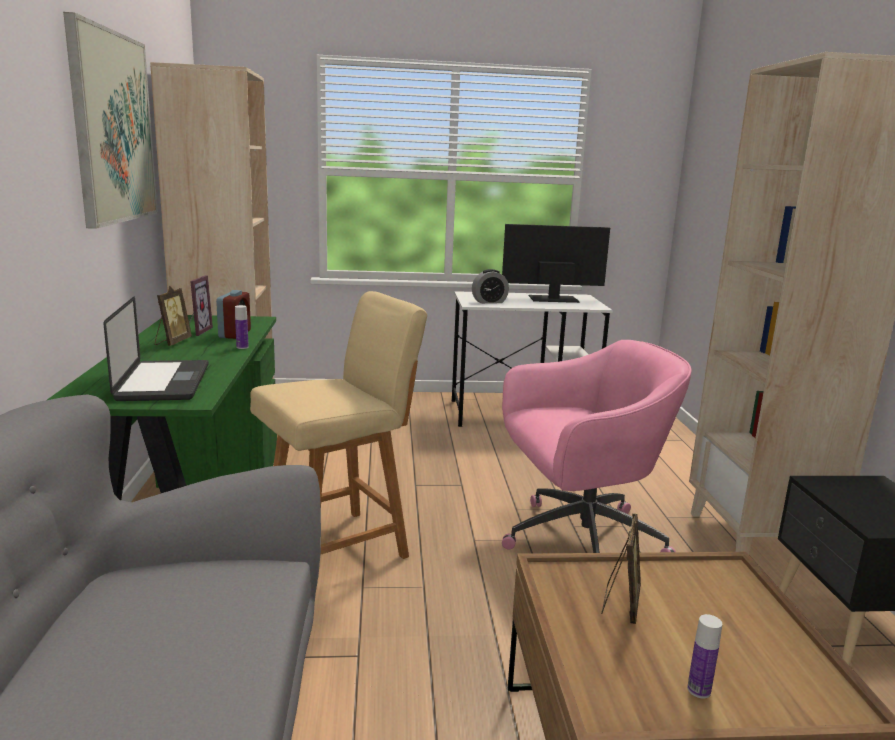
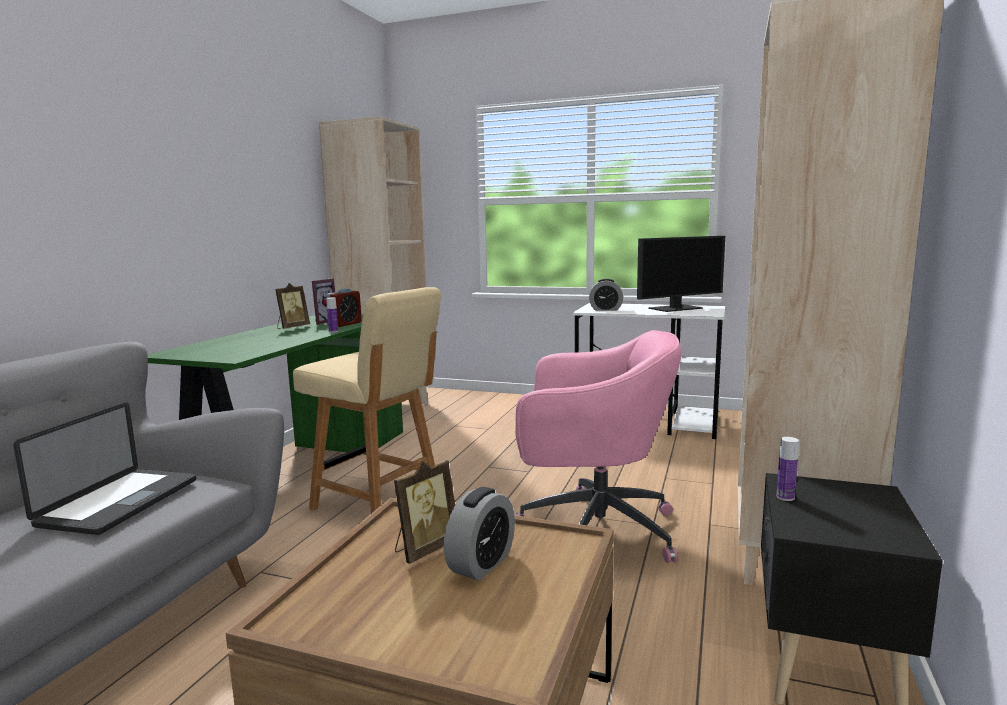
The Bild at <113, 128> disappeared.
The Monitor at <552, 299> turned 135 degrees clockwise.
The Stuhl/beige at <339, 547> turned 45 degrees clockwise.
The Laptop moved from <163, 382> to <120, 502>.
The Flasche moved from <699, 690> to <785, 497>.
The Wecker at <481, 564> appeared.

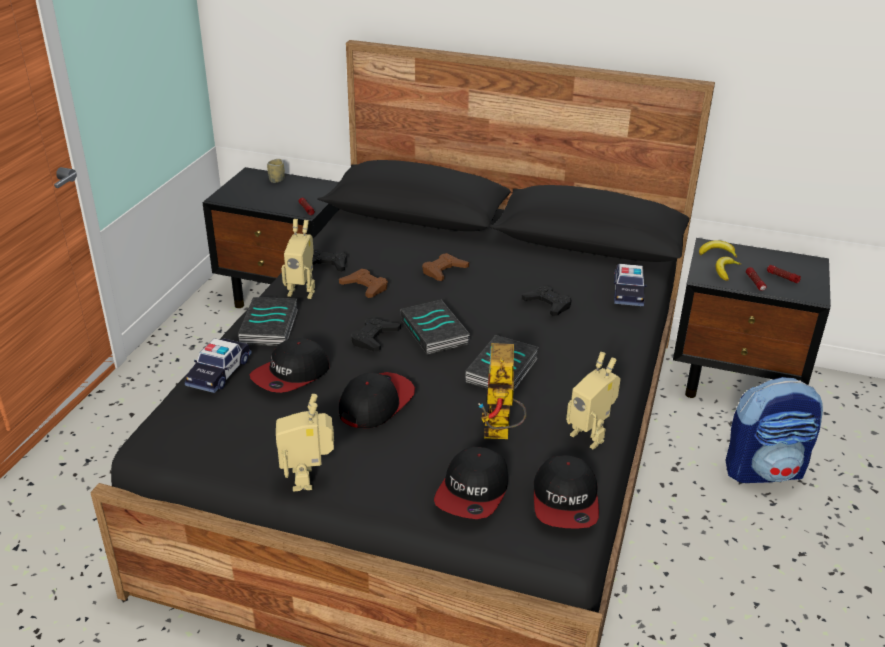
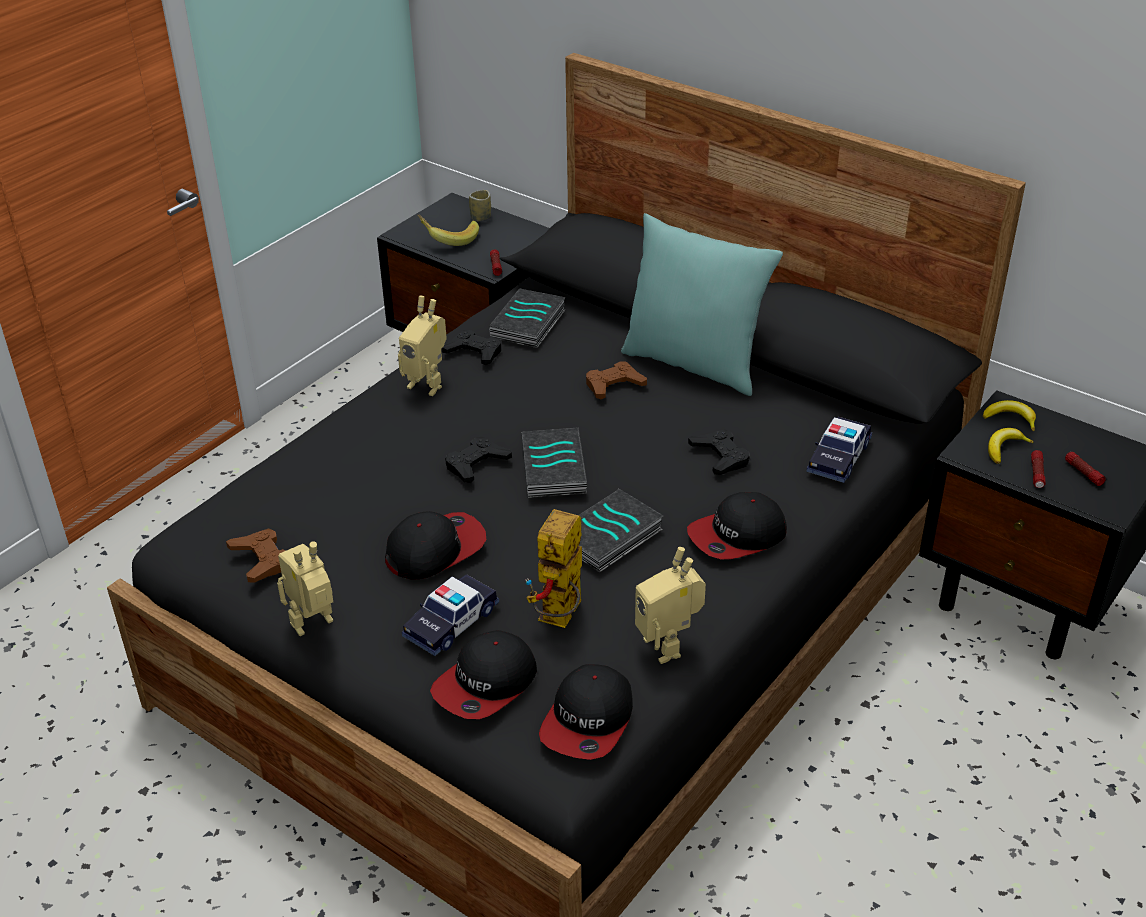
The Gamepad/braun moved from <365, 287> to <261, 560>.
The Buch moved from <270, 327> to <529, 325>.
The Spielzeugauto moved from <219, 372> to <451, 623>.
The Kappe moved from <291, 374> to <737, 536>.
The Rucksack at <764, 470> disappeared.
The Spielzeugroboter at <308, 479> turned 45 degrees clockwise.
The Kissen/türkis at <694, 364> appeared.
The Banane at <449, 239> appeared.

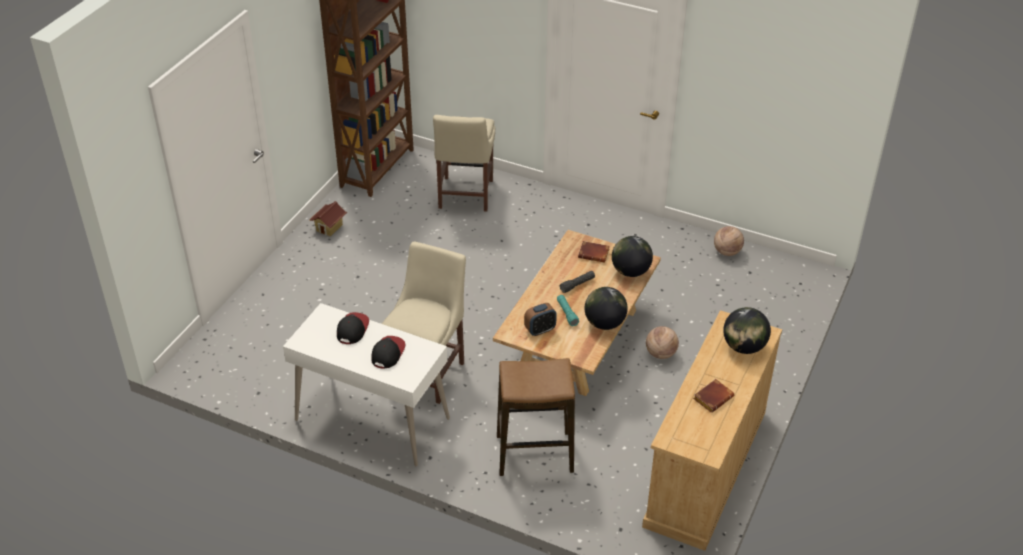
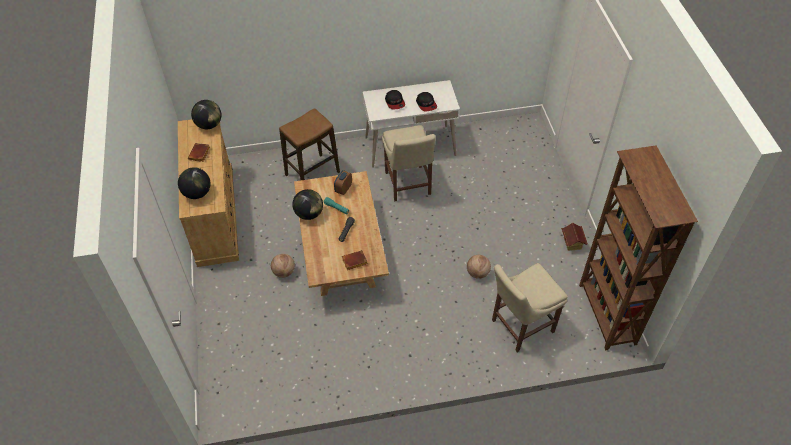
The Stuhl/beige at <465, 196> turned 90 degrees counterclockwise.
The Basketball moved from <727, 252> to <477, 273>.
The Globus moved from <630, 271> to <209, 125>.

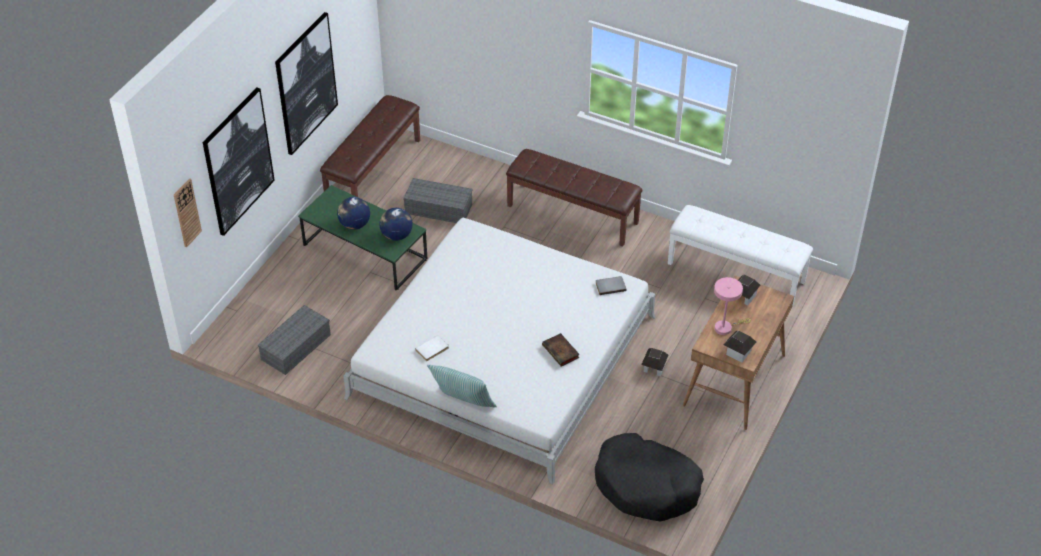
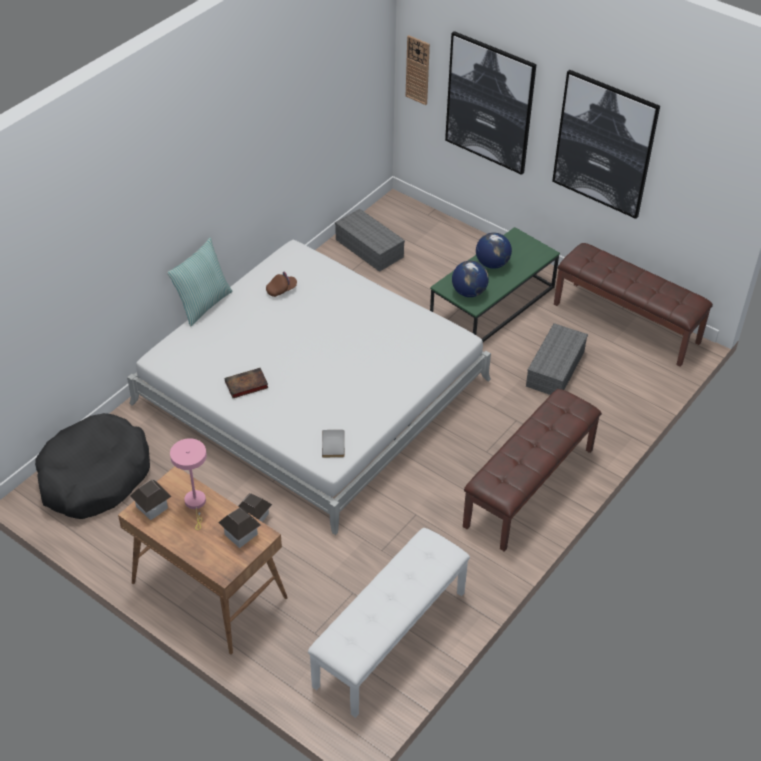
The Buch/weiß at <432, 349> was replaced by the Kappe/braun at <281, 290>.

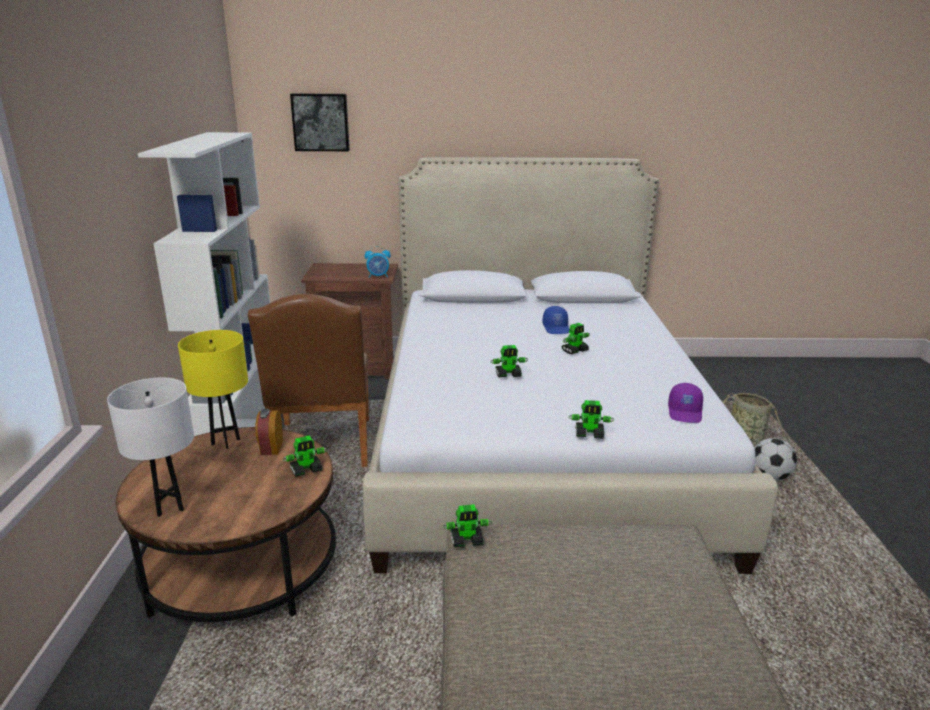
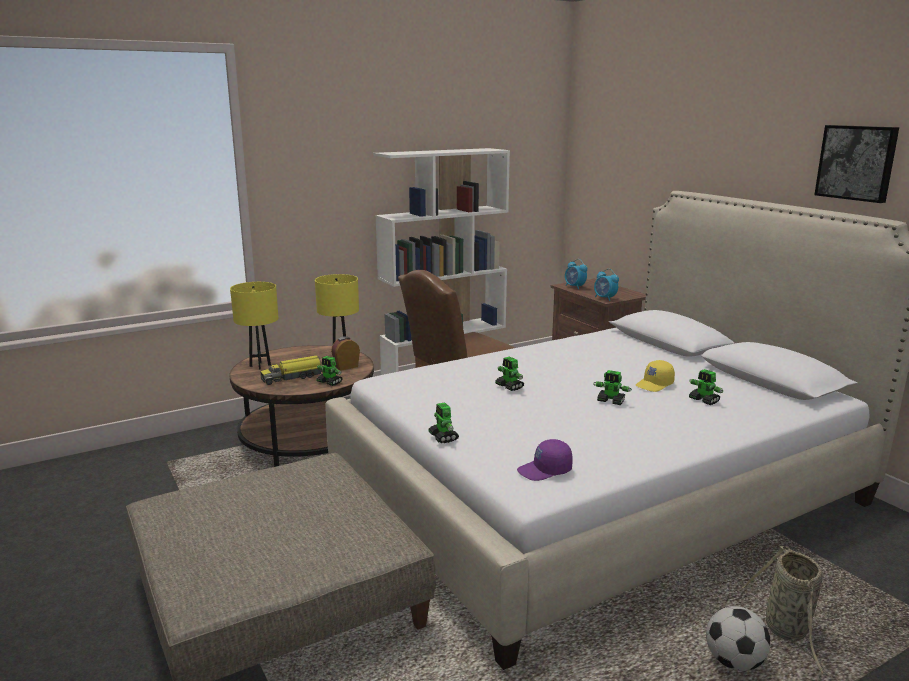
The Bild moved from <321, 122> to <857, 162>.
The Kappe/blau at <556, 328> became the Kappe/gelb at <655, 385>.
The Tischlampe/weiß at <170, 507> became the Tischlampe/gelb at <260, 365>.
The Spielzeugroboter moved from <467, 541> to <704, 400>.
The Wecker at <575, 287> appeared.
The Spielzeuglaster at <293, 377> appeared.

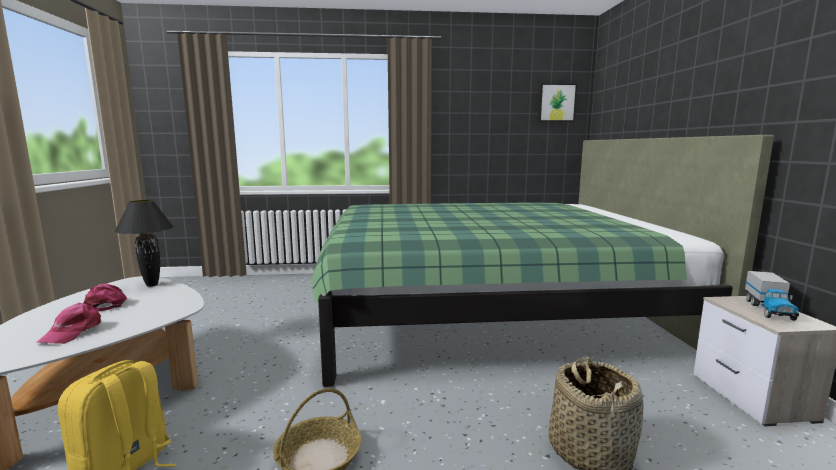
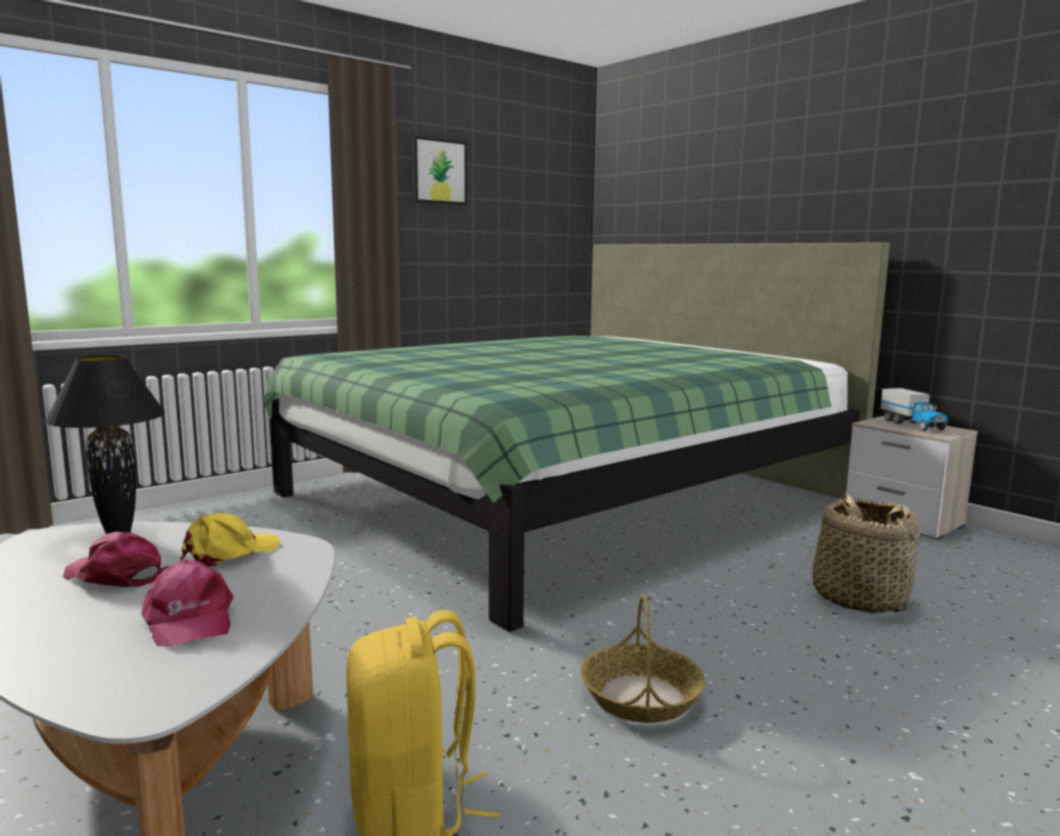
The Bild moved from <556, 103> to <438, 171>.
The Kappe/gelb at <228, 554> appeared.

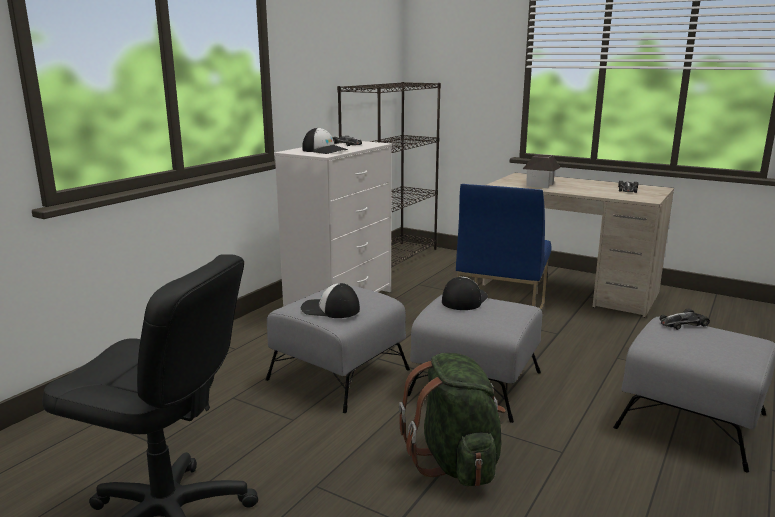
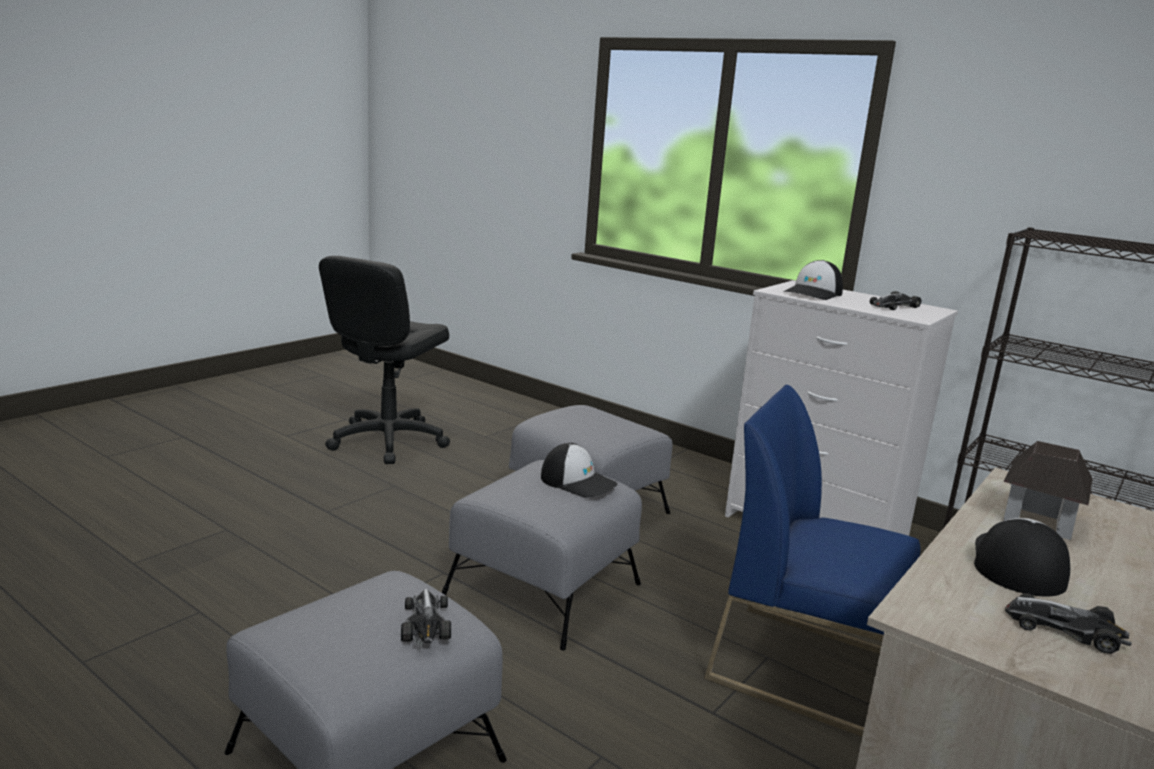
The Kappe moved from <330, 309> to <1017, 564>.
The Rucksack/grün at <456, 462> disappeared.

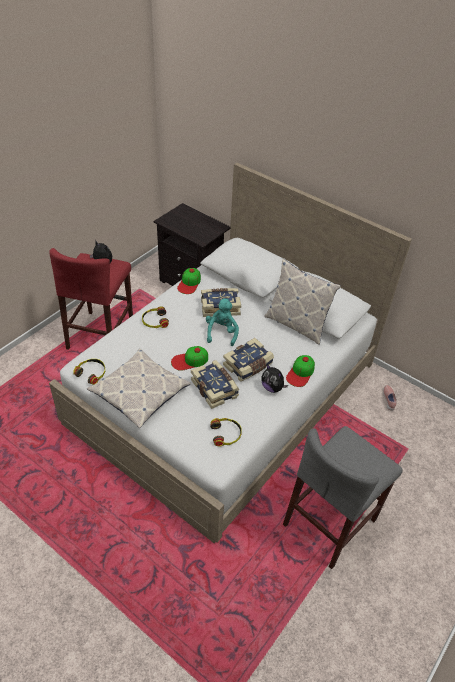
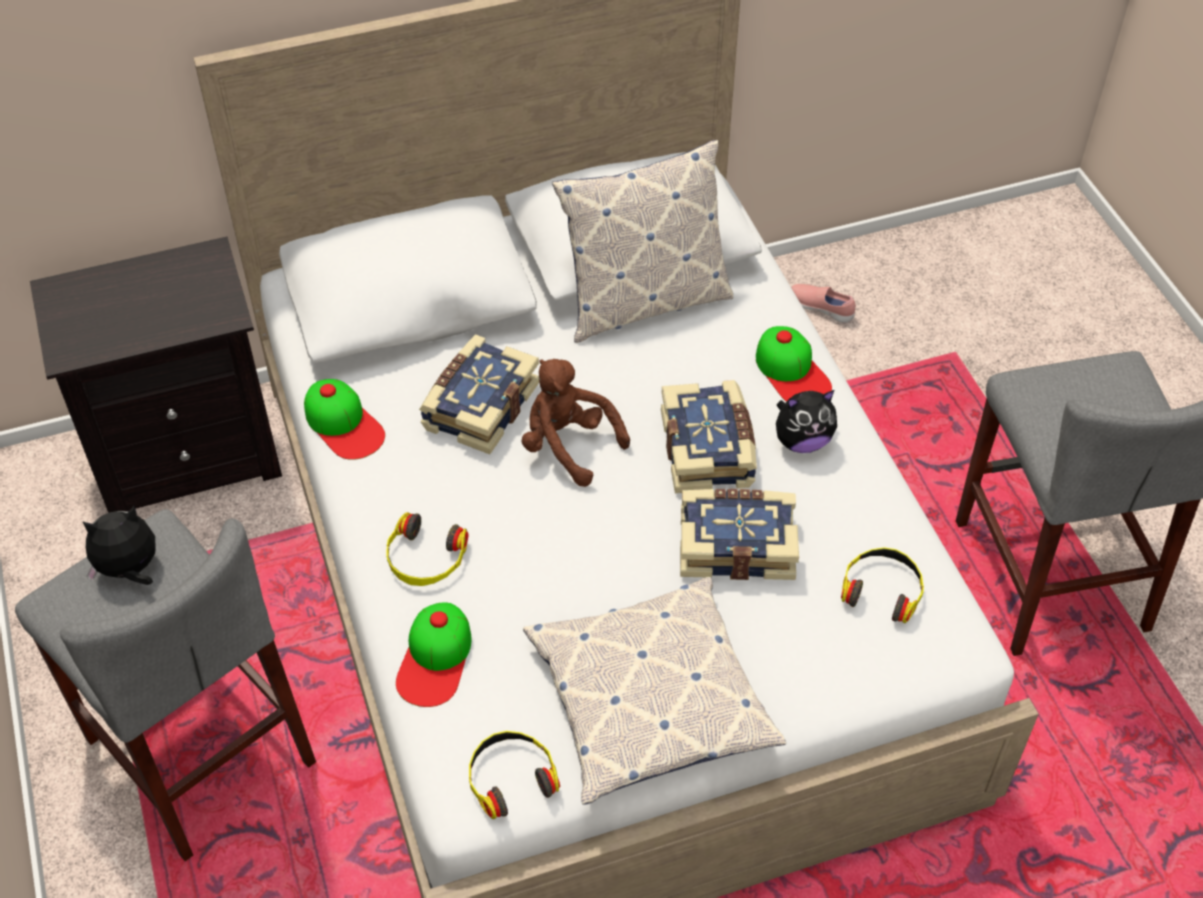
The Hocker/rot at <101, 334> became the Hocker/grau at <200, 750>.
The Plüschtier/türkis at <221, 332> became the Plüschtier/braun at <568, 445>.
The Kappe moved from <189, 360> to <435, 659>.

